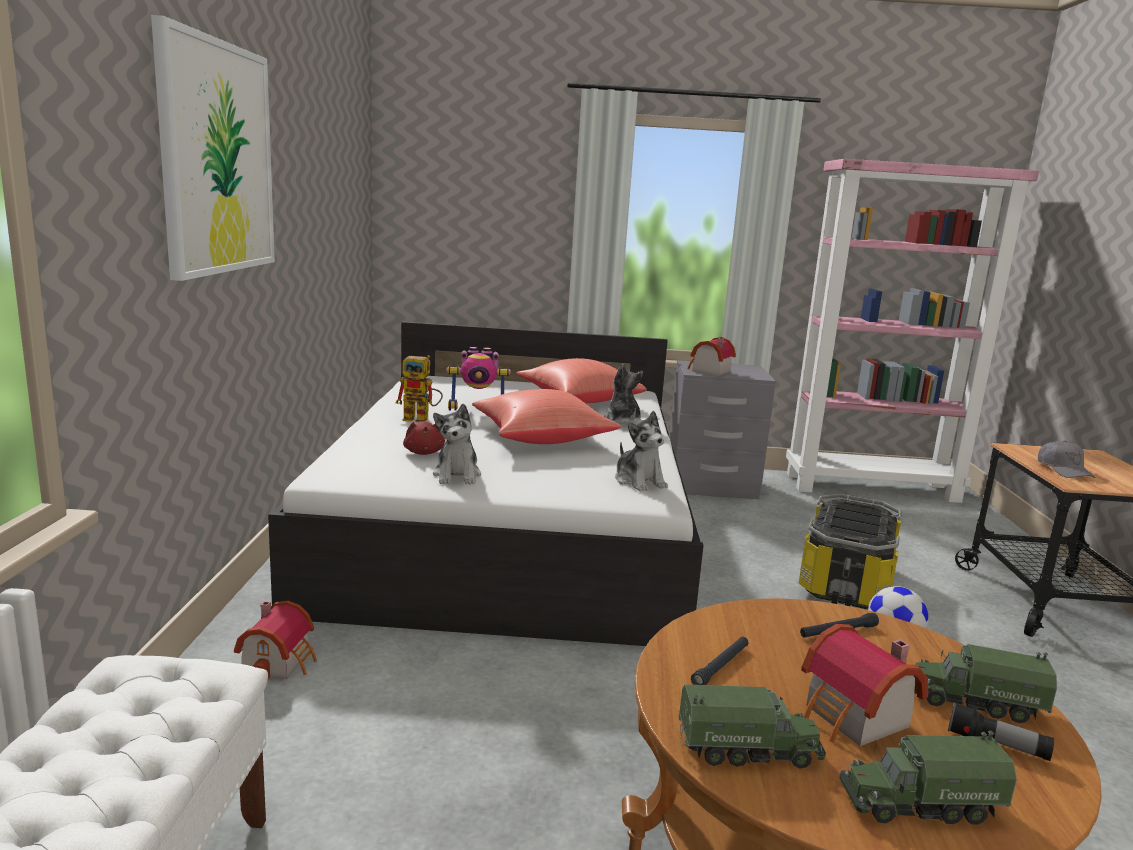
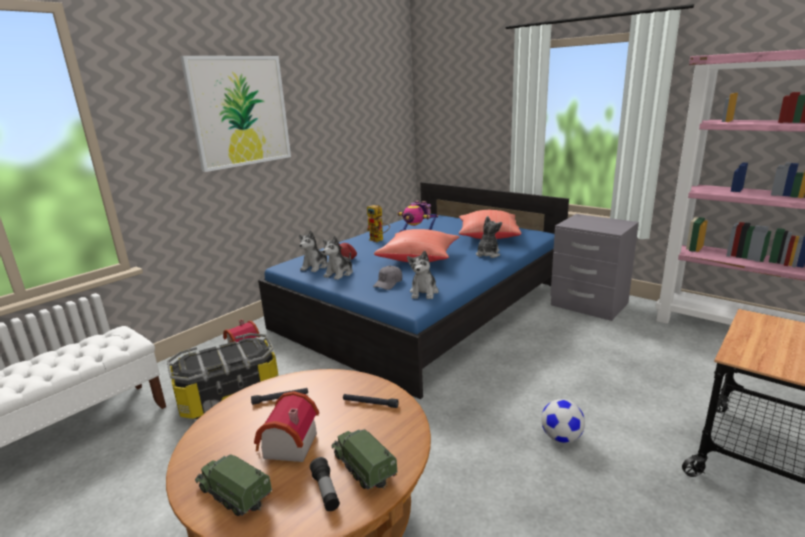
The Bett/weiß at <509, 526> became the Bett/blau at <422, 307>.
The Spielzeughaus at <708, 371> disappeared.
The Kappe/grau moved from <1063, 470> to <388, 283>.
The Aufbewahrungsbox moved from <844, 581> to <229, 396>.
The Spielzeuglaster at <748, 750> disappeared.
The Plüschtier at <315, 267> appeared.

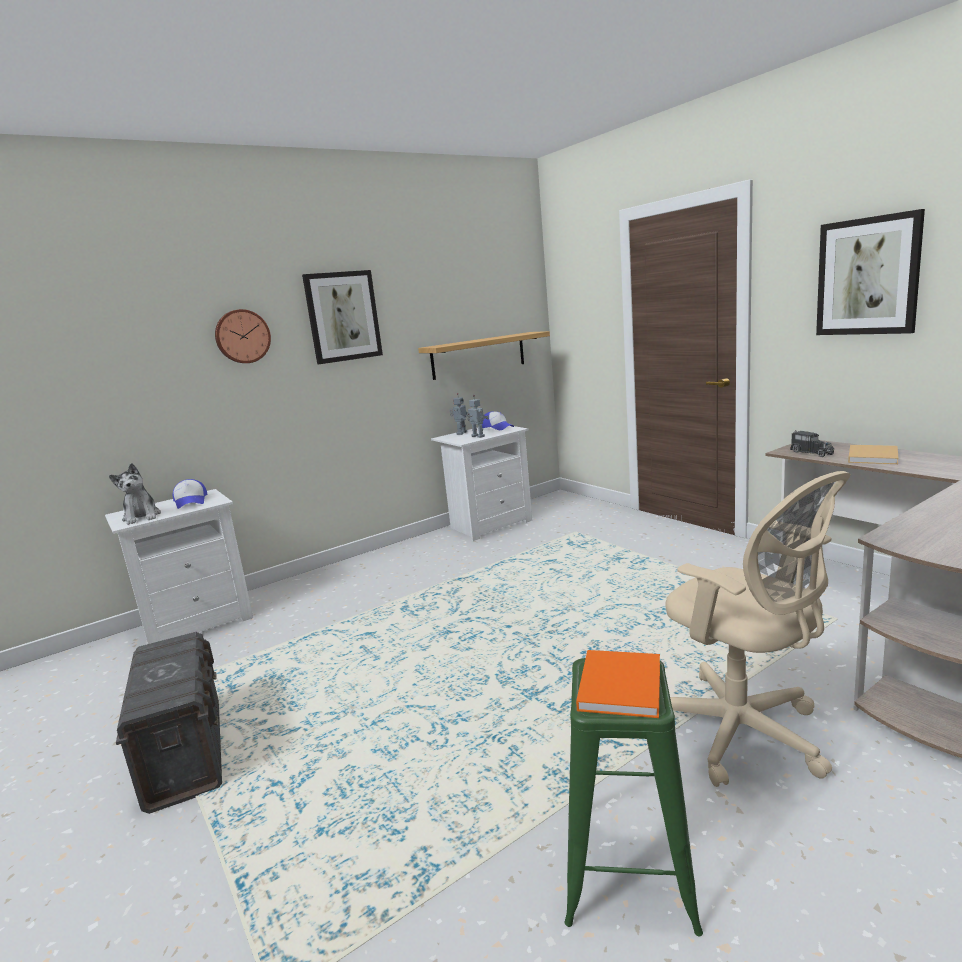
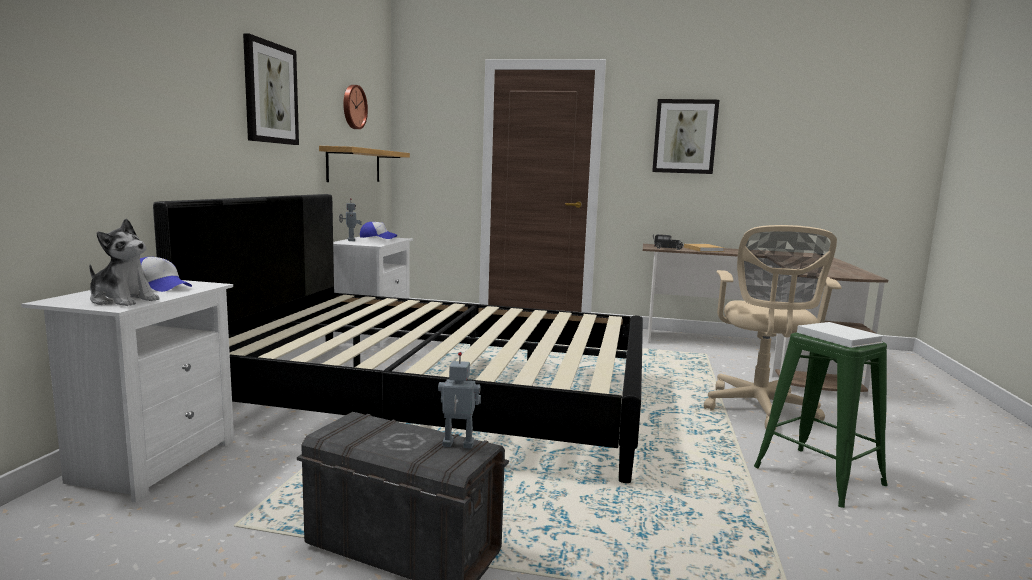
The Wanduhr moved from <242, 336> to <353, 107>.
The Spielzeugroboter moved from <477, 436> to <457, 445>.
The Bürostuhl/beige at <743, 734> turned 90 degrees clockwise.
The Buch/orange at <620, 684> became the Buch/weiß at <836, 337>.
The Bett/schwarz at <437, 396> appeared.

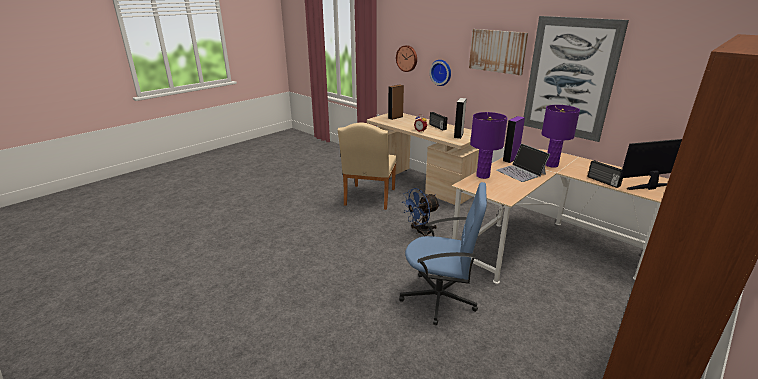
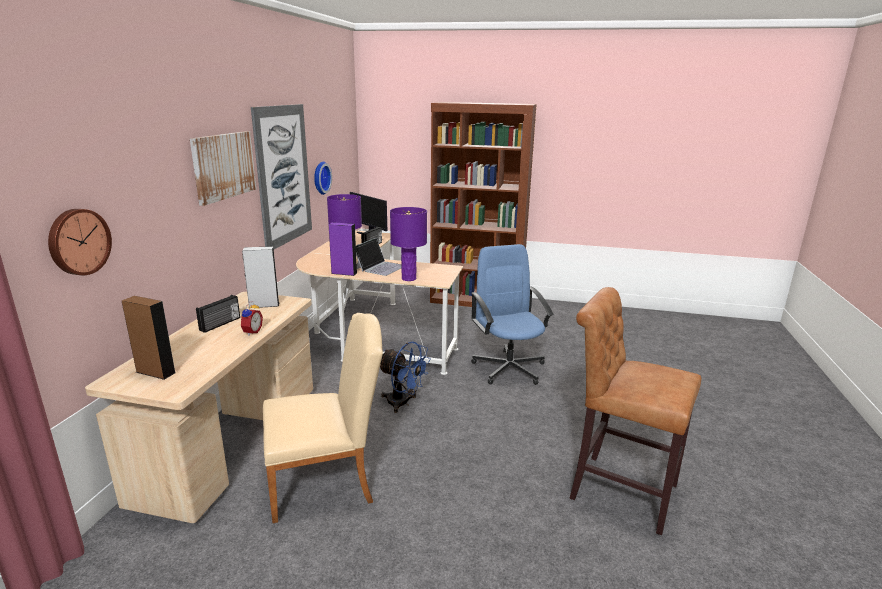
The Wanduhr moved from <441, 72> to <320, 178>.
The Hocker/braun at <617, 489> appeared.

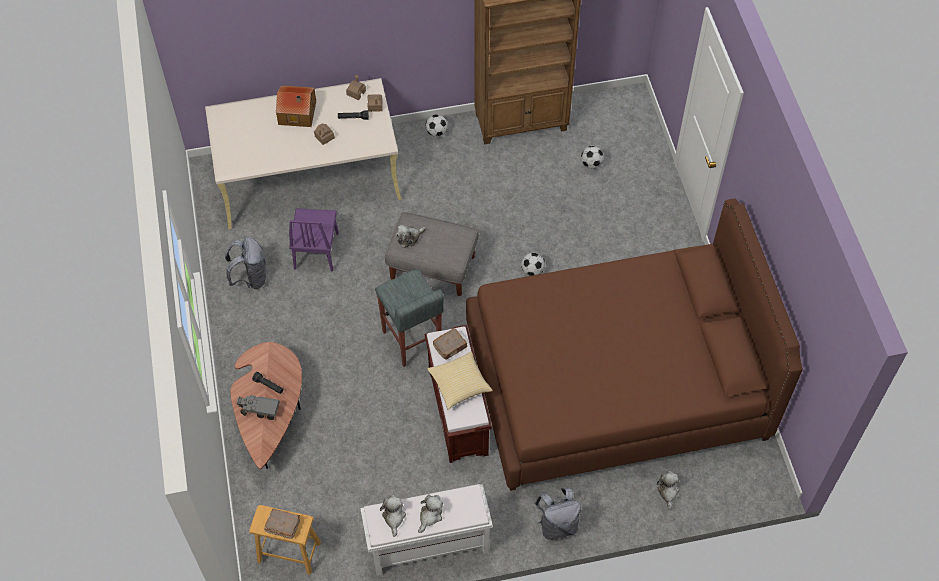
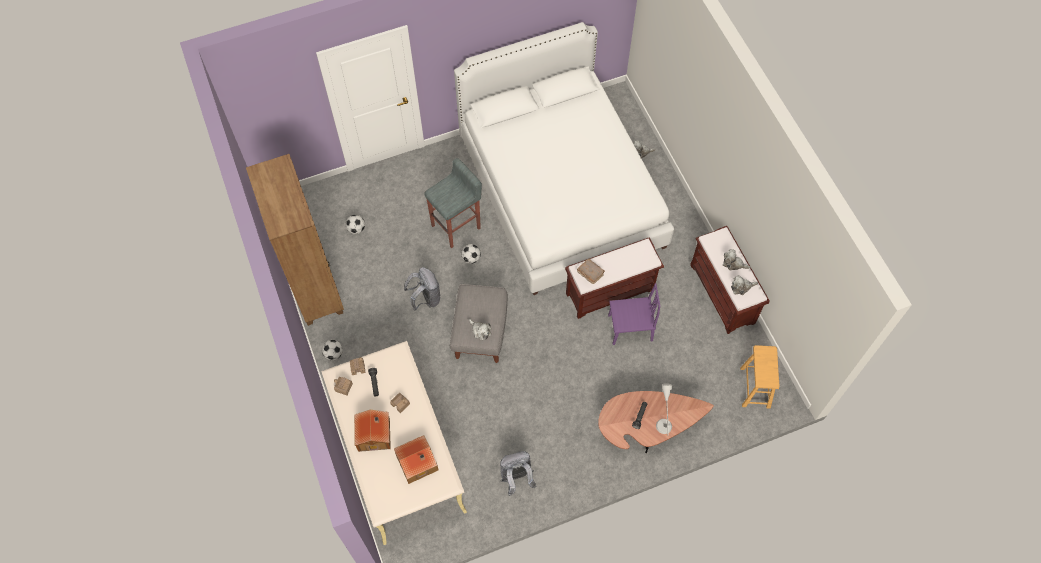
The Bett/braun at <615, 382> became the Bett/weiß at <561, 191>.
The Stuhl/lila moved from <316, 250> to <630, 328>.
The Hocker/grau moved from <411, 341> to <457, 227>.
The Kissen at <459, 384> disappeared.
The Spielzeuglaster at <259, 410> was replaced by the Tischlampe/grau at <663, 418>.
The Bank/weiß at <427, 546> became the Bank/braun at <723, 294>.
The Rucksack/grau moved from <557, 525> to <425, 298>.
The Buch/braun at <282, 525> disappeared.
The Spielzeughaus at <418, 463> appeared.

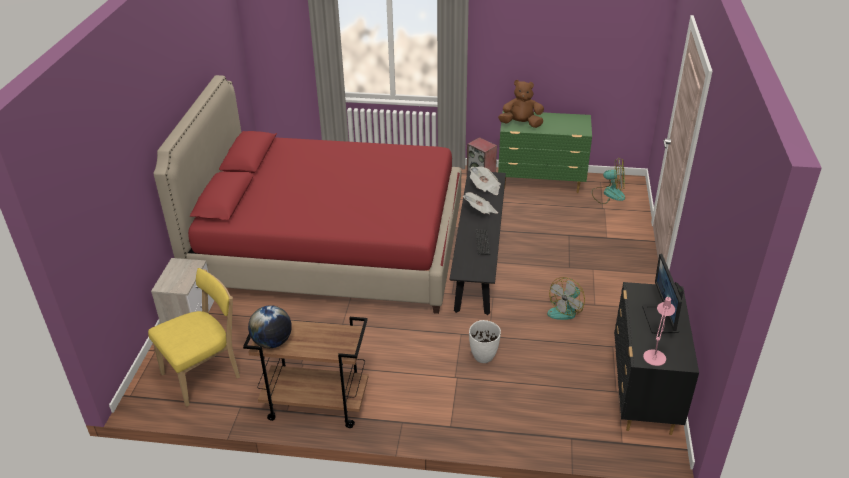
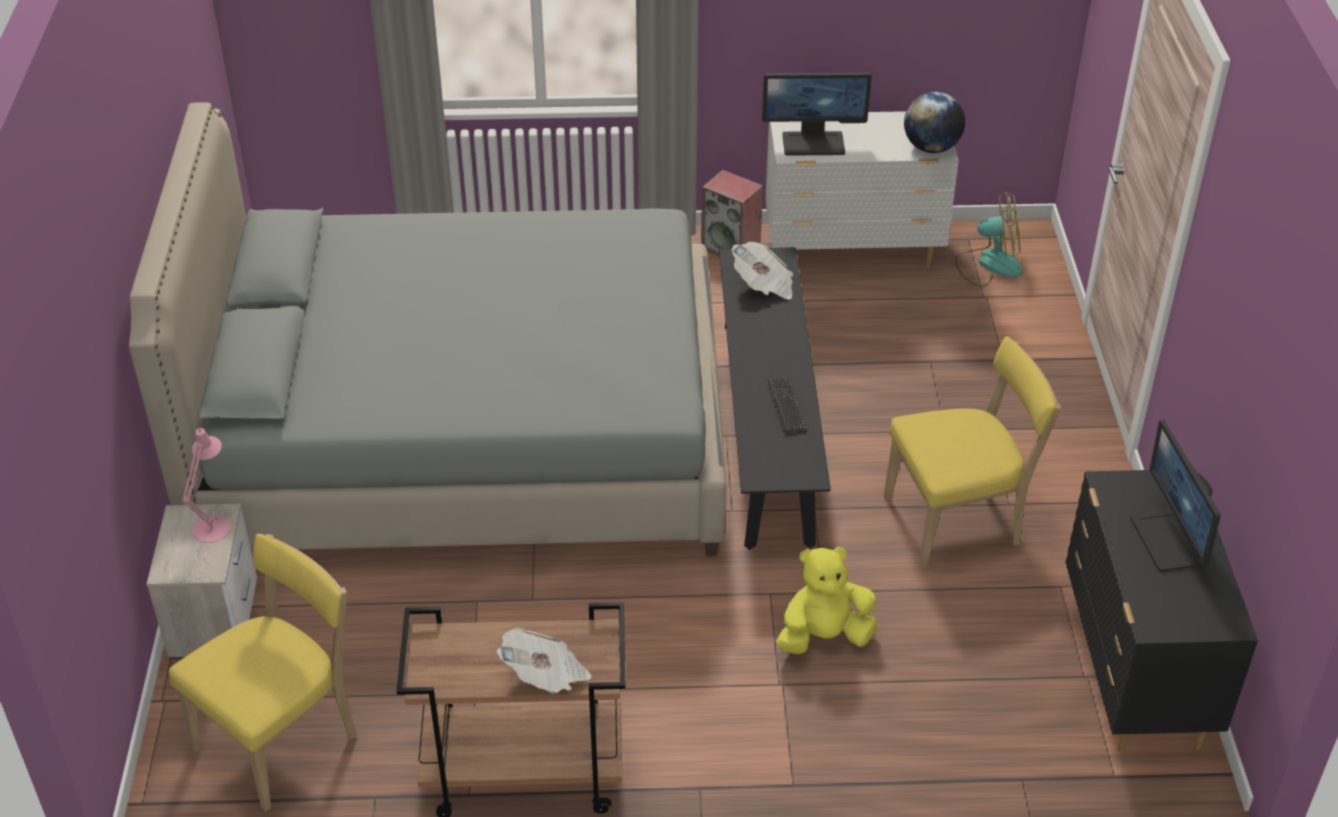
The Bett/rot at <331, 247> became the Bett/grau at <465, 436>.
The Plüschtier/braun at <521, 124> was replaced by the Monitor at <813, 143>.
The Kommode/grün at <541, 183> became the Kommode/weiß at <854, 251>.
The Zeitung moved from <480, 211> to <545, 676>.
The Ventilator at <566, 310> was replaced by the Stuhl/gelb at <958, 521>.
The Tischlampe/rosa moved from <655, 355> to <214, 525>.
The Globus moved from <272, 342> to <931, 148>.
The Vase/weiß at <483, 357> was replaced by the Plüschtier/gelb at <824, 637>.

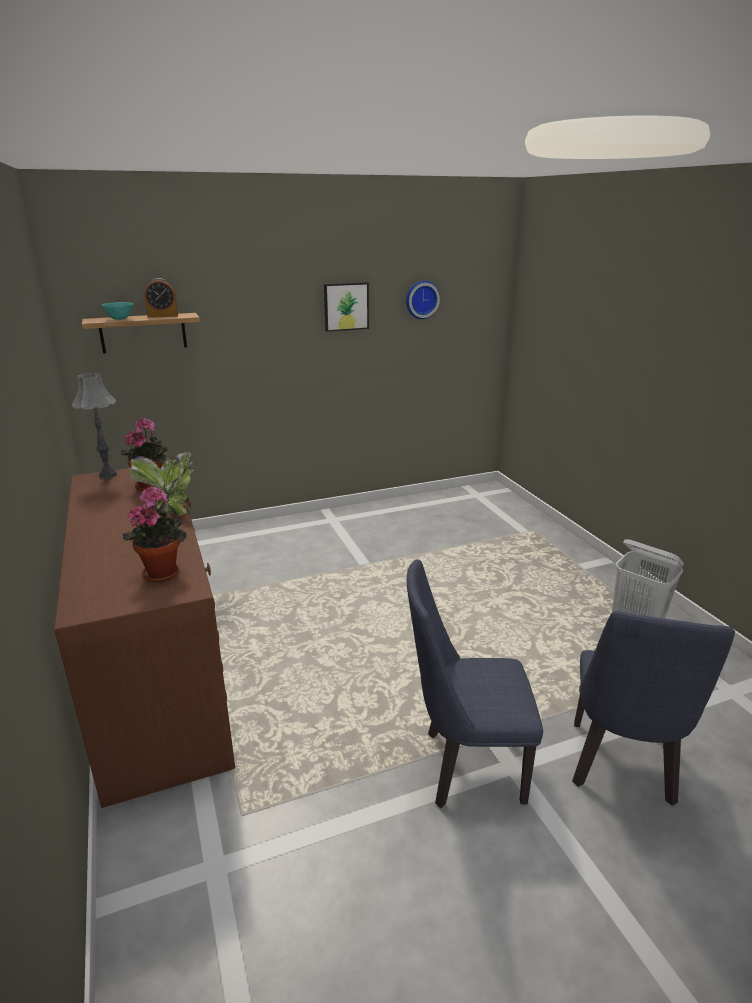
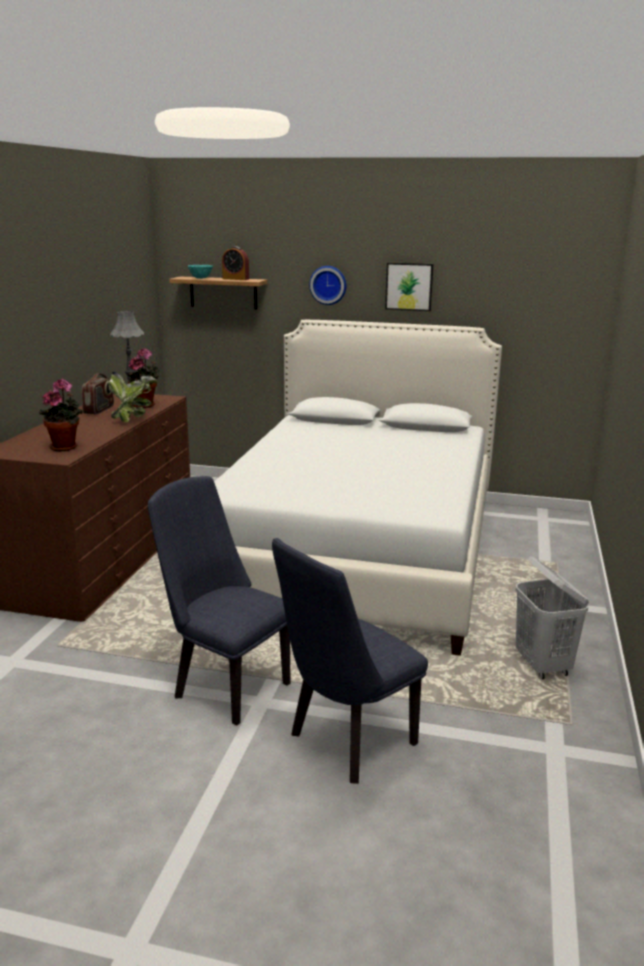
The Wanduhr moved from <421, 299> to <328, 285>.
The Bett/weiß at <357, 552> appeared.
The Radio at <99, 410> appeared.

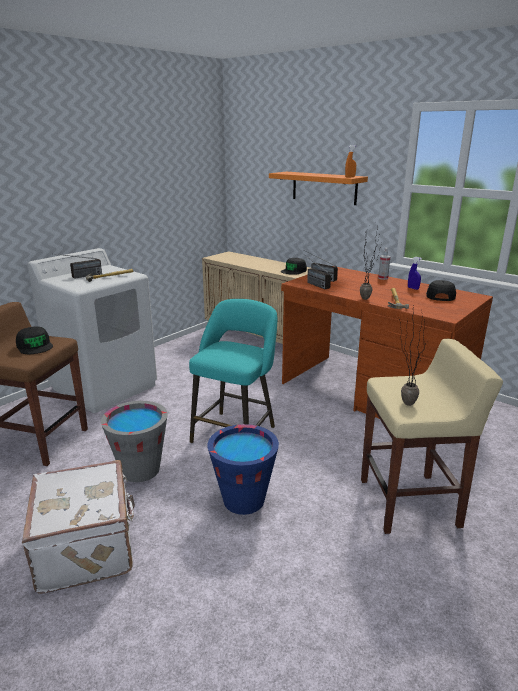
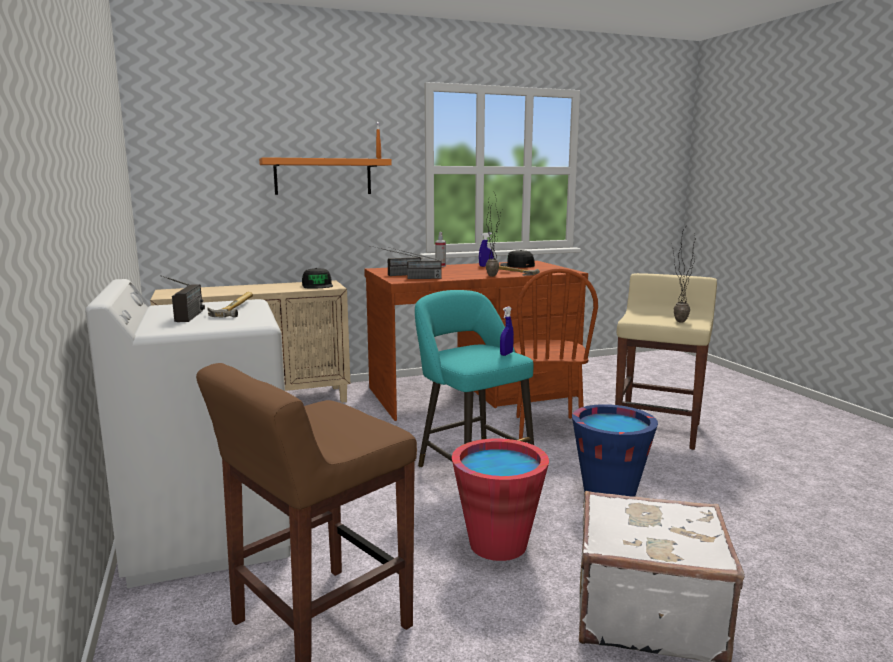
The Kappe/schwarz at <35, 346> disappeared.
The Eimer/grau at <140, 470> became the Eimer/rot at <498, 544>.
The Stuhl/braun at <547, 428> appeared.
The Sprühflasche/blau at <506, 354> appeared.

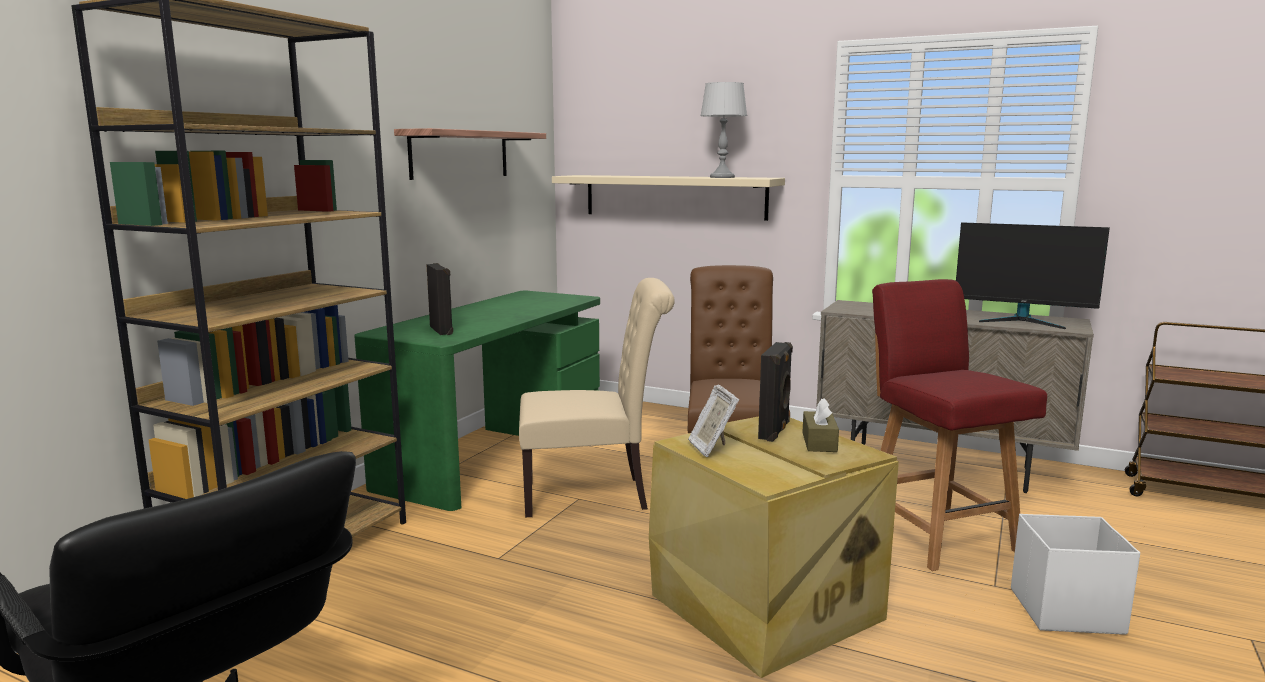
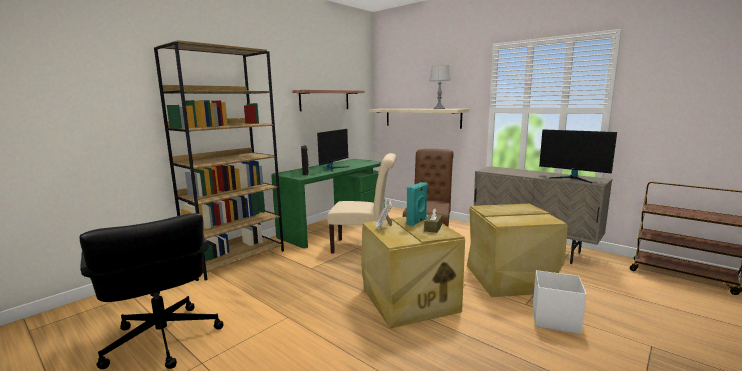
The Stuhl/rot at <937, 535> was replaced by the Aufbewahrungsbox/beige at <511, 278>.
The Lautsprecher/schwarz at <775, 431> became the Lautsprecher/türkis at <417, 222>.
The Monitor at <333, 168> appeared.

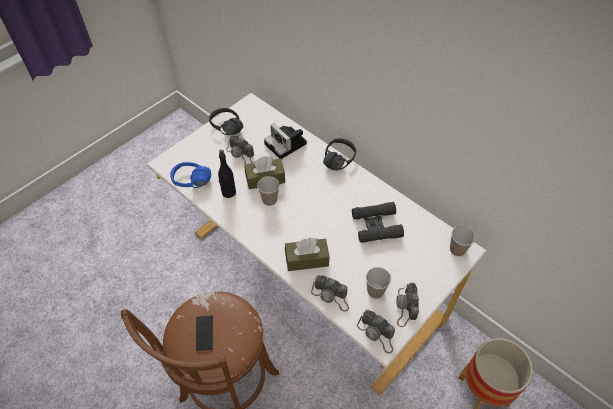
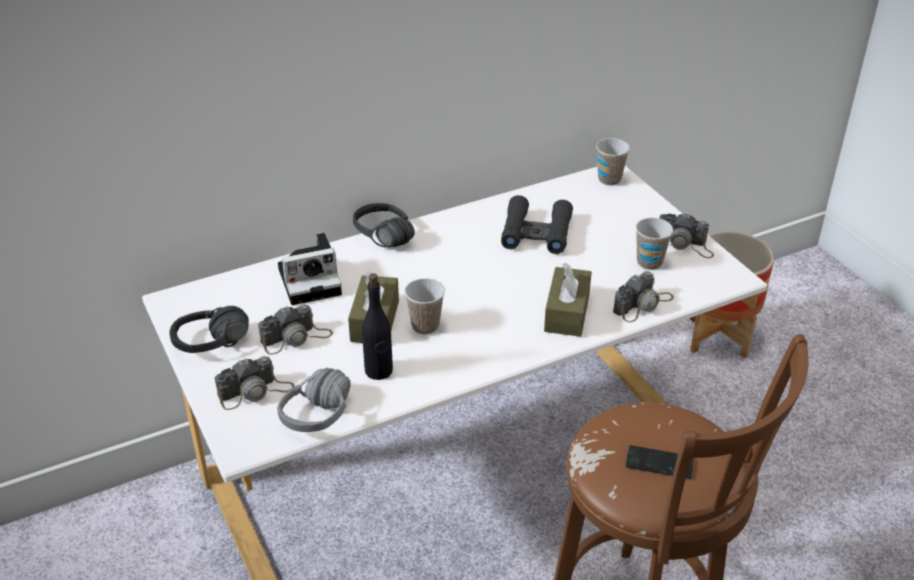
The Kopfhörer/blau at <190, 185> became the Kopfhörer/grau at <329, 417>.
The Kamera moved from <377, 334> to <255, 392>.

